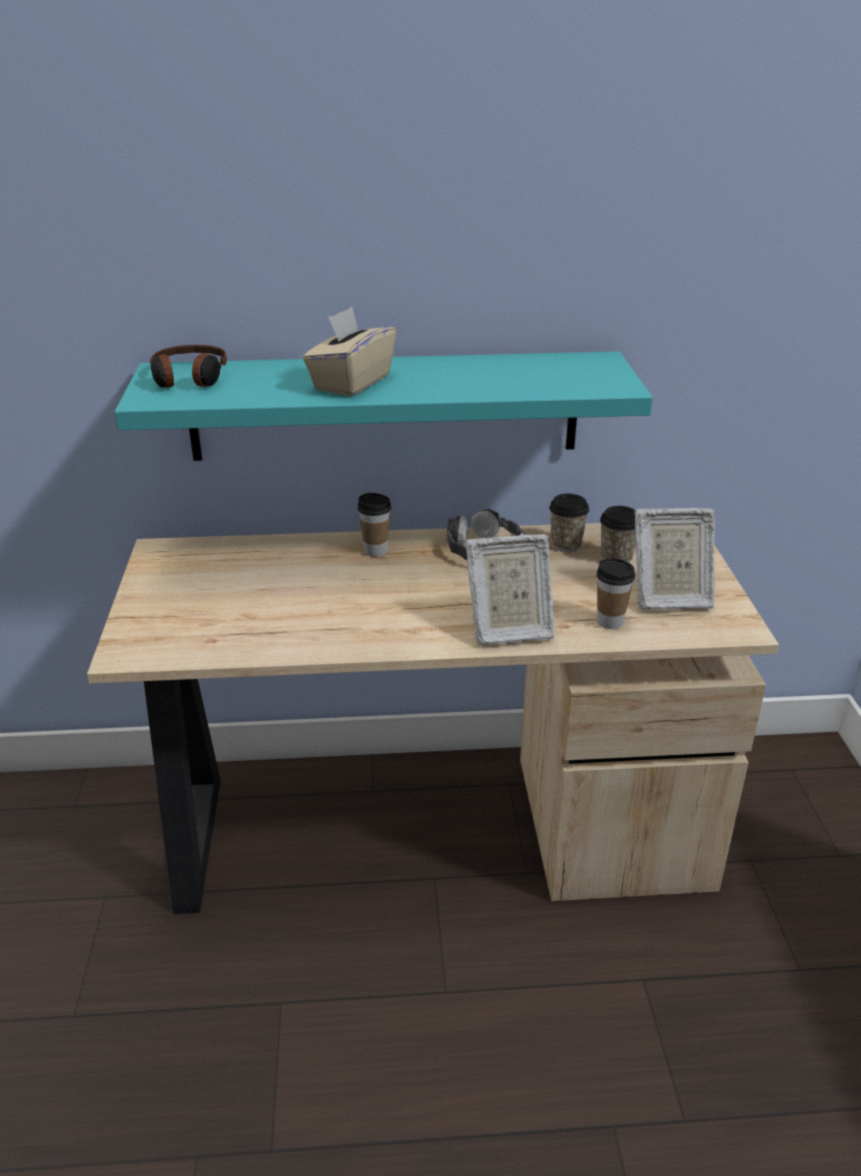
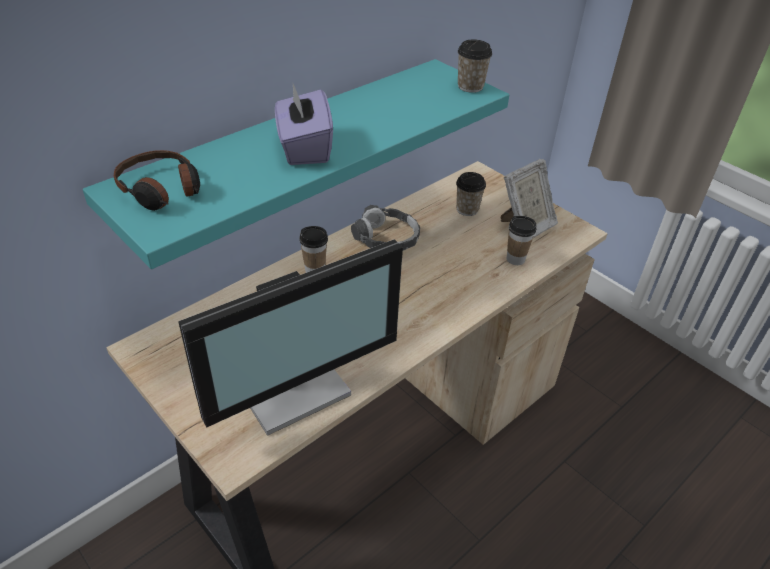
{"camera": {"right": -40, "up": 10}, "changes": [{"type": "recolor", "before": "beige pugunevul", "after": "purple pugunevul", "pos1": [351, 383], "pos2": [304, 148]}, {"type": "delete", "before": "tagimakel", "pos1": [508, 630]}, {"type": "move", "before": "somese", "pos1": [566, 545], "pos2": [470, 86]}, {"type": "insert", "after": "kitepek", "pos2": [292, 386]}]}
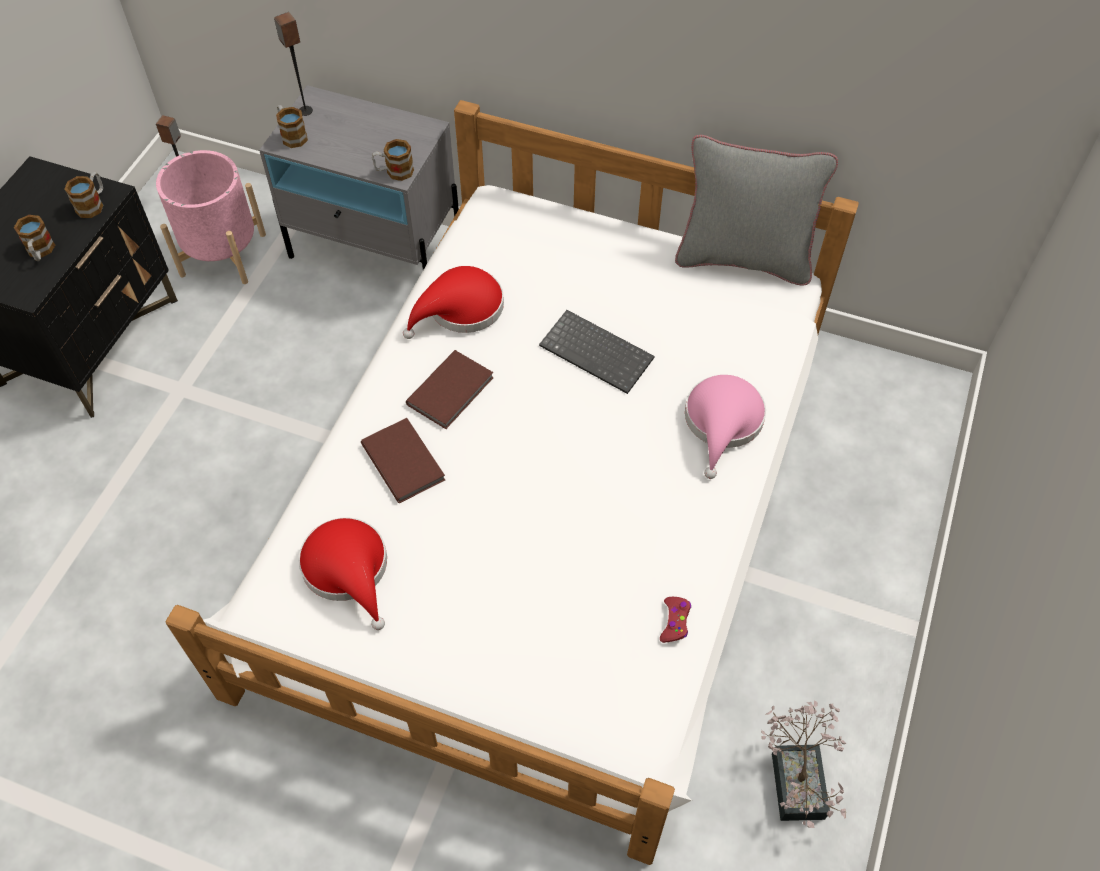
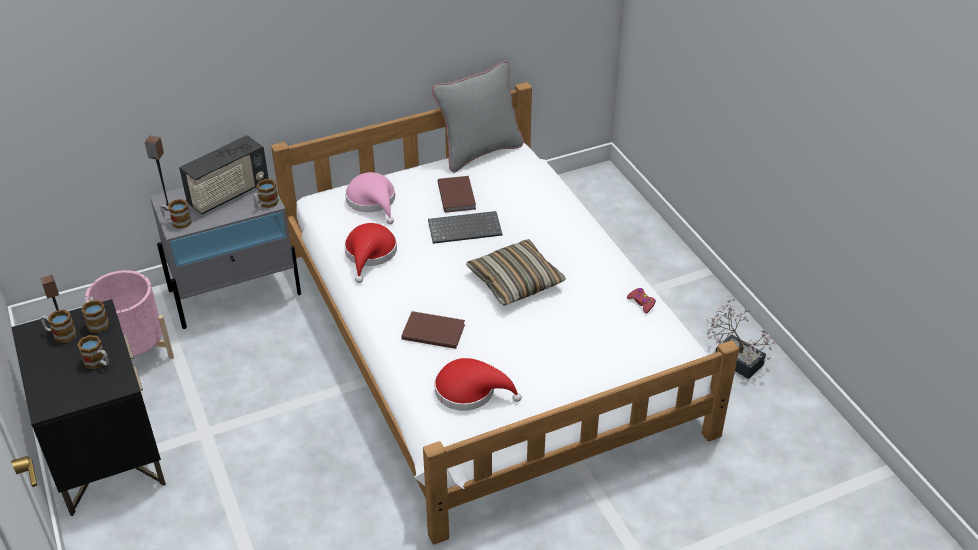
{"camera": {"right": -45, "up": -15}, "changes": [{"type": "move", "before": "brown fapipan", "pos1": [452, 391], "pos2": [457, 195]}, {"type": "move", "before": "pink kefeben", "pos1": [722, 423], "pos2": [373, 201]}, {"type": "insert", "after": "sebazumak", "pos2": [60, 334]}, {"type": "insert", "after": "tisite", "pos2": [228, 194]}, {"type": "insert", "after": "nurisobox", "pos2": [515, 281]}]}
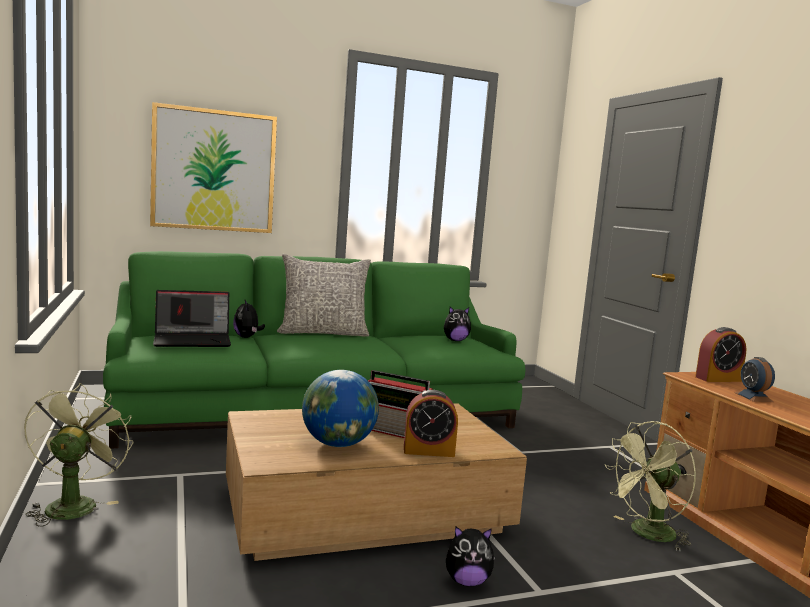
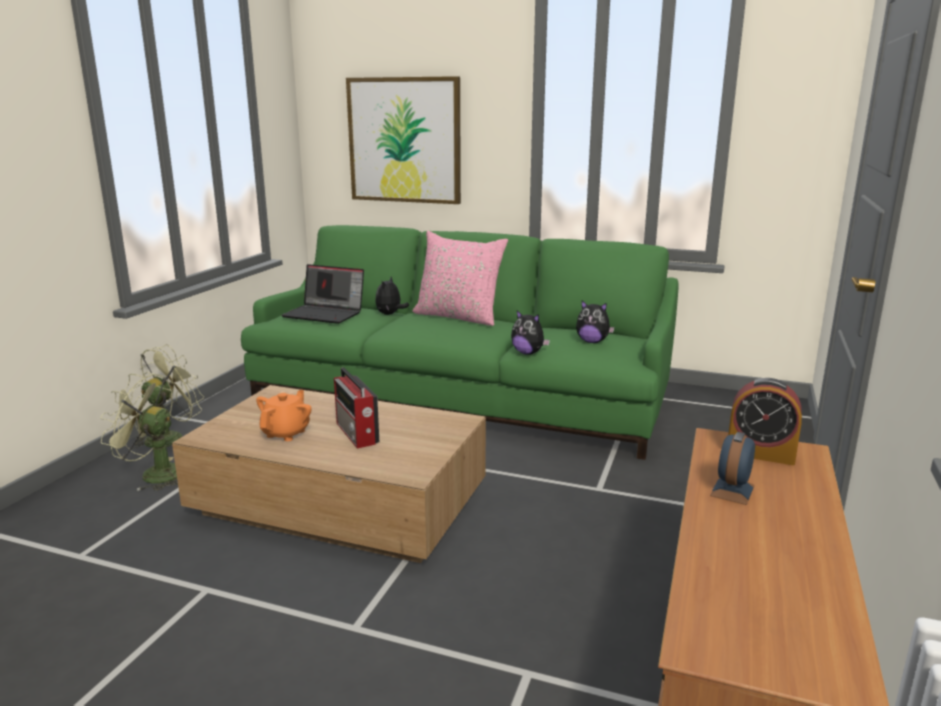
{"camera": {"right": 40, "up": 10}, "changes": [{"type": "recolor", "before": "grey nurisobox", "after": "pink nurisobox", "pos1": [323, 333], "pos2": [459, 317]}, {"type": "replace", "before": "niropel", "after": "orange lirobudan", "pos1": [338, 444], "pos2": [286, 433]}, {"type": "delete", "before": "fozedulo", "pos1": [428, 451]}, {"type": "move", "before": "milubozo", "pos1": [467, 581], "pos2": [528, 353]}, {"type": "move", "before": "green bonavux", "pos1": [647, 534], "pos2": [153, 474]}]}
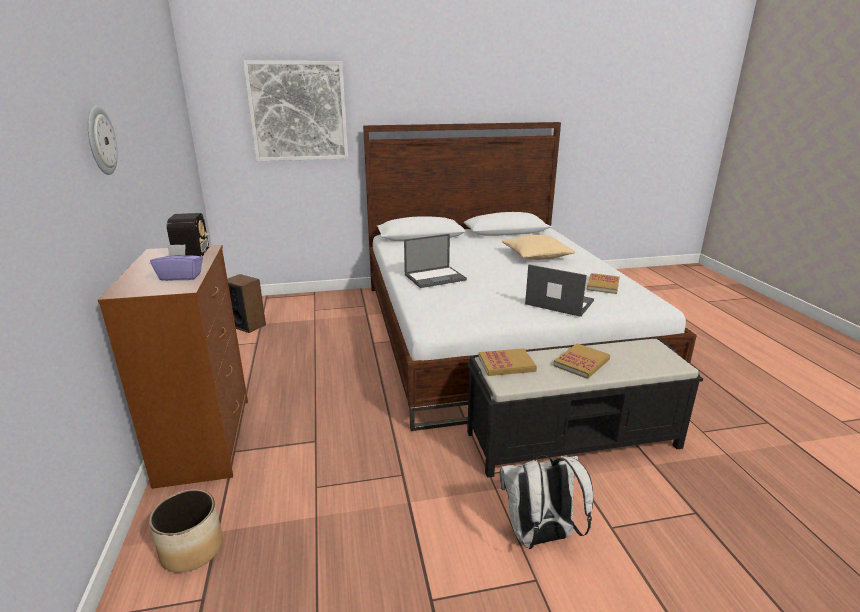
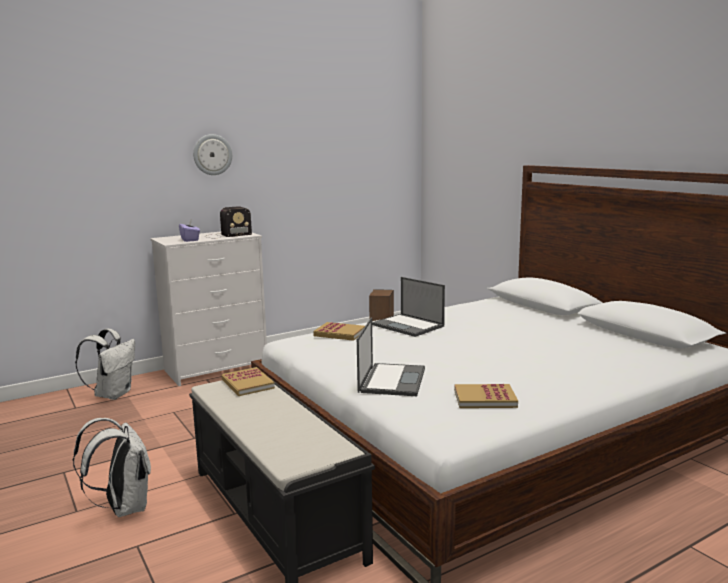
{"camera": {"right": 70, "up": -10}, "changes": [{"type": "recolor", "before": "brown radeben", "after": "white radeben", "pos1": [205, 439], "pos2": [217, 368]}, {"type": "replace", "before": "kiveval", "after": "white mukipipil", "pos1": [191, 549], "pos2": [113, 394]}, {"type": "delete", "before": "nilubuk", "pos1": [298, 111]}, {"type": "delete", "before": "beige nurisobox", "pos1": [536, 256]}, {"type": "move", "before": "fapipan", "pos1": [581, 363], "pos2": [339, 333]}]}
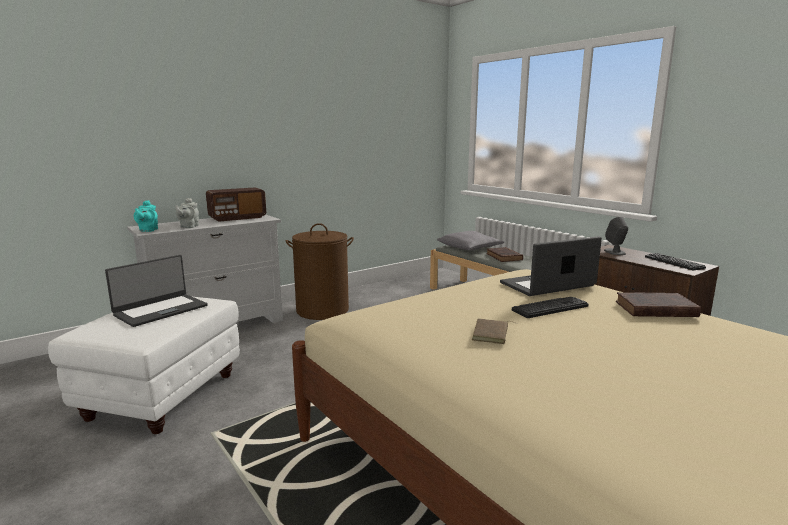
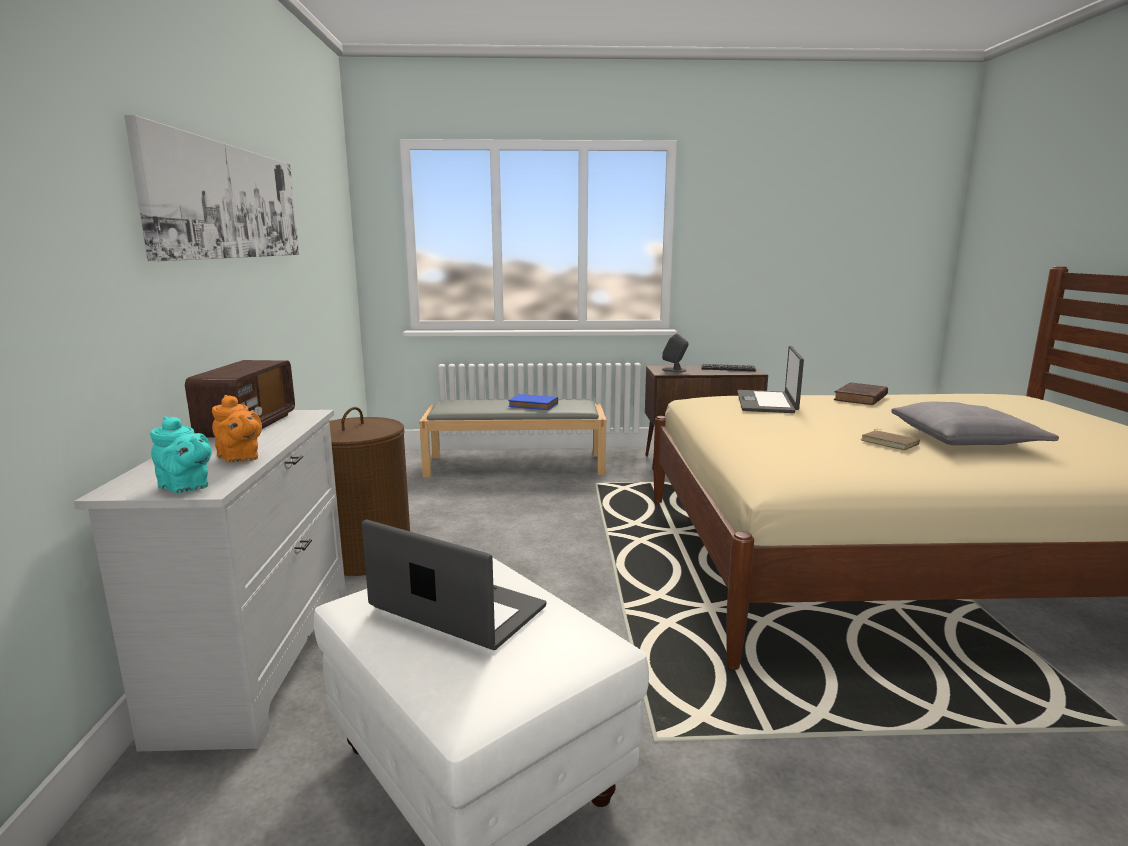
{"camera": {"right": -55, "up": 0}, "changes": [{"type": "rotate", "before": "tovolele", "pos1": [160, 310], "pos2": [456, 609], "turn": -45}, {"type": "recolor", "before": "grey lirobudan", "after": "orange lirobudan", "pos1": [188, 227], "pos2": [239, 458]}, {"type": "move", "before": "grey nurisobox", "pos1": [470, 248], "pos2": [966, 439]}, {"type": "recolor", "before": "brown fapipan", "after": "blue fapipan", "pos1": [504, 257], "pos2": [534, 405]}, {"type": "delete", "before": "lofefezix", "pos1": [550, 308]}, {"type": "insert", "after": "nilubuk", "pos2": [229, 202]}]}
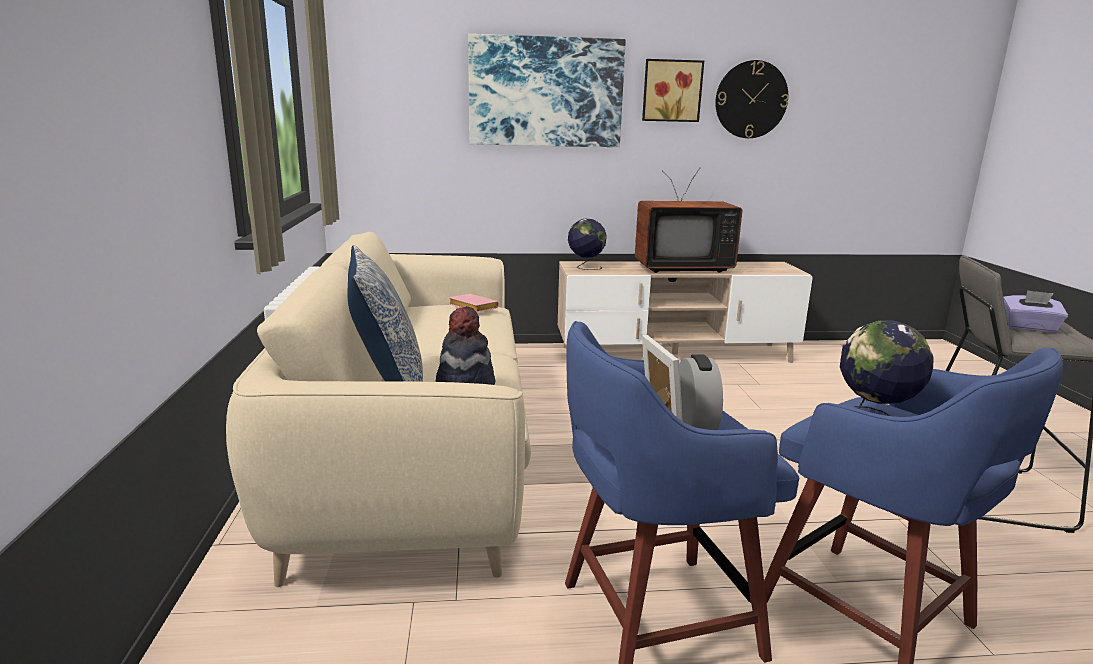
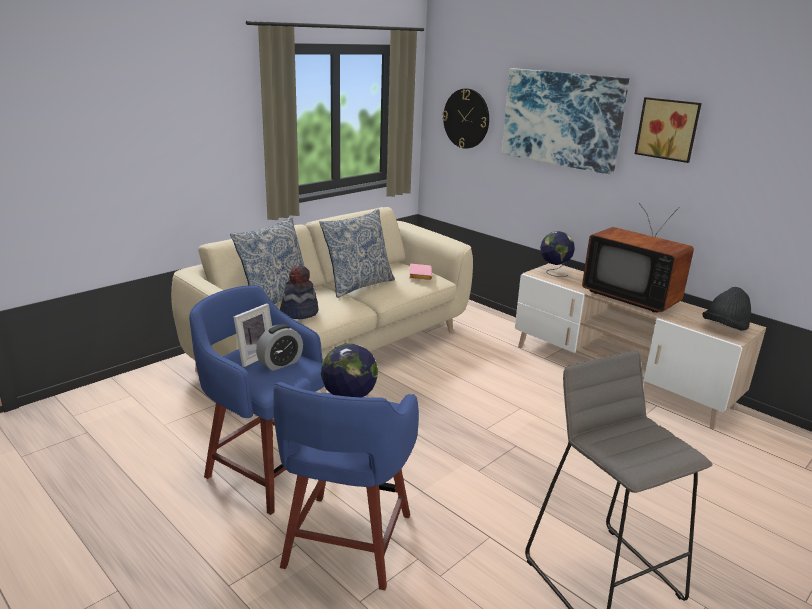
{"camera": {"right": 50, "up": 5}, "changes": [{"type": "move", "before": "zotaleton", "pos1": [751, 99], "pos2": [466, 118]}, {"type": "delete", "before": "purple pugunevul", "pos1": [1029, 327]}, {"type": "insert", "after": "nurisobox", "pos2": [358, 285]}, {"type": "insert", "after": "black kefeben", "pos2": [724, 328]}]}
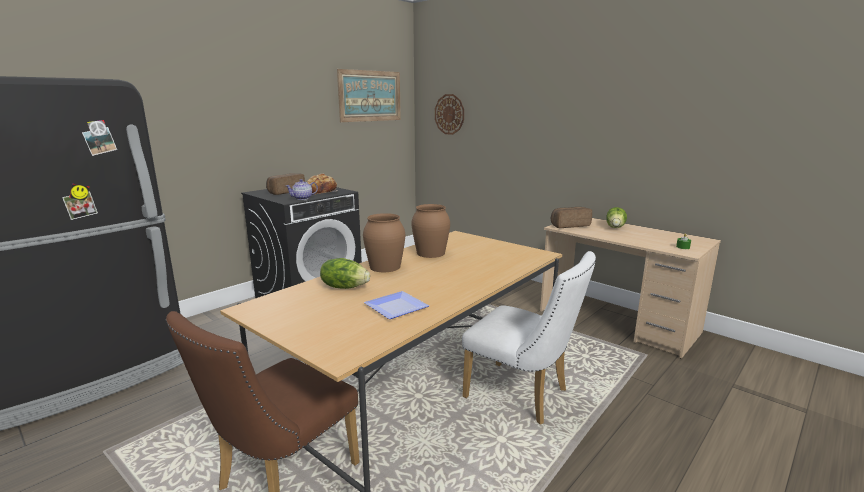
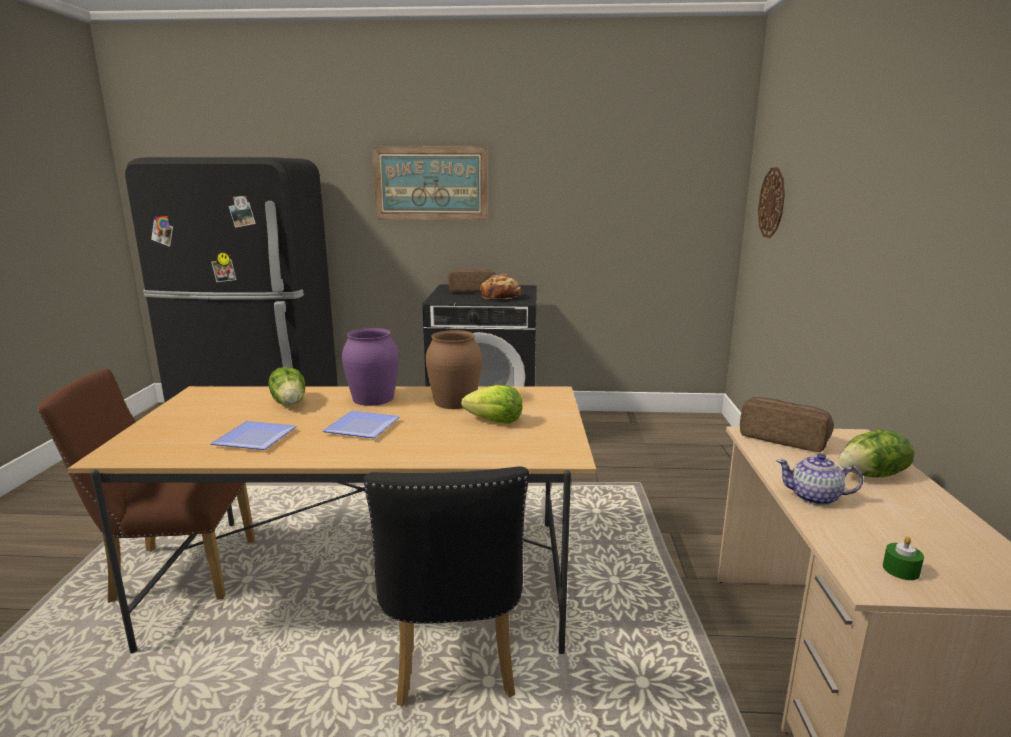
{"camera": {"right": 50, "up": 0}, "changes": [{"type": "move", "before": "lirobudan", "pos1": [303, 198], "pos2": [815, 497]}, {"type": "move", "before": "nilubuk", "pos1": [370, 96], "pos2": [430, 183]}, {"type": "recolor", "before": "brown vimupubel", "after": "purple vimupubel", "pos1": [385, 266], "pos2": [373, 398]}, {"type": "recolor", "before": "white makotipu", "after": "black makotipu", "pos1": [523, 396], "pos2": [453, 661]}, {"type": "insert", "after": "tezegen", "pos2": [365, 427]}, {"type": "insert", "after": "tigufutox", "pos2": [494, 421]}]}
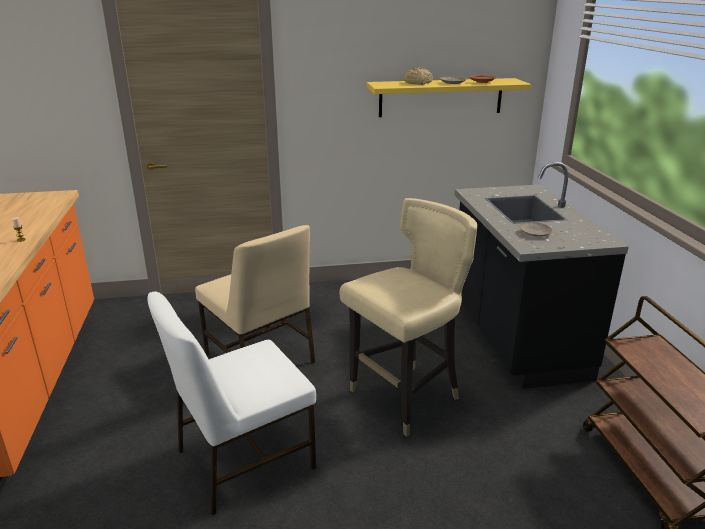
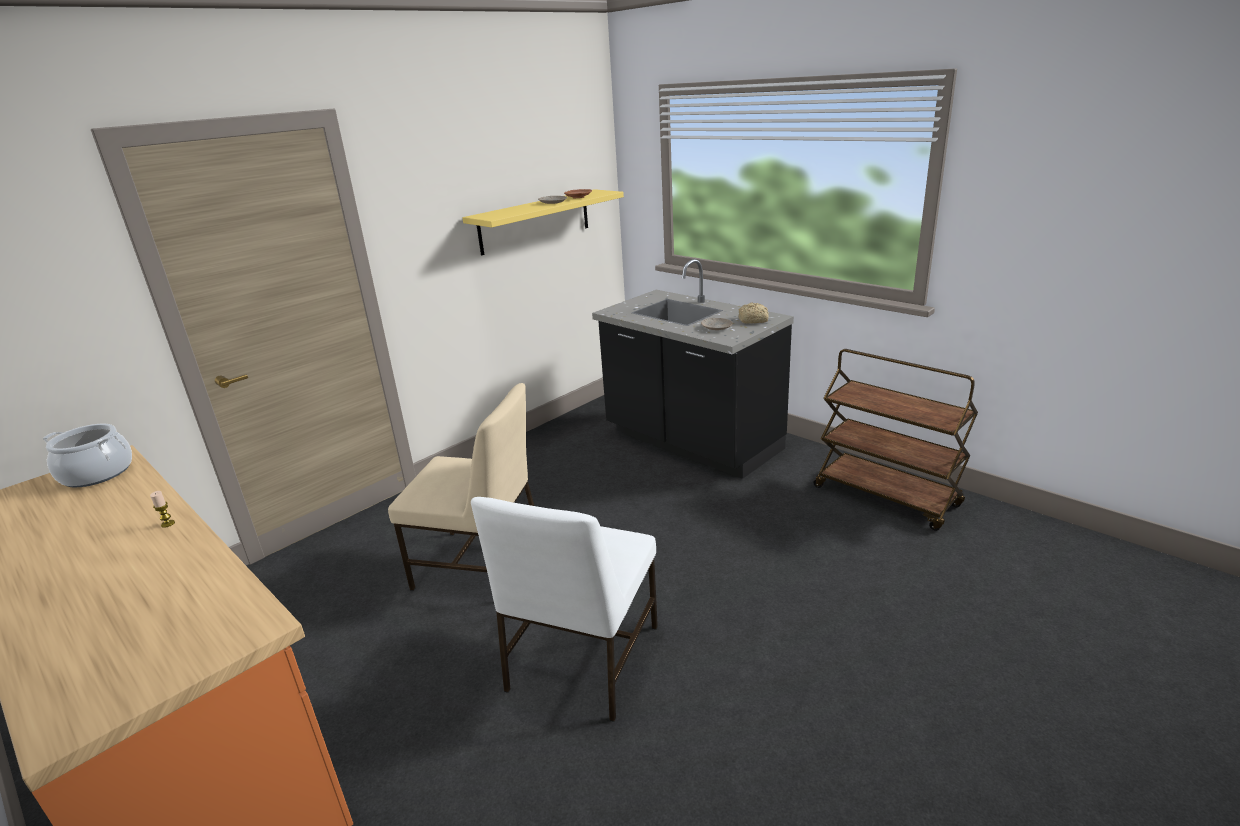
{"camera": {"right": -35, "up": 0}, "changes": [{"type": "delete", "before": "beige makotipu", "pos1": [405, 398]}, {"type": "move", "before": "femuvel", "pos1": [418, 83], "pos2": [754, 320]}, {"type": "insert", "after": "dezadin", "pos2": [97, 473]}]}
